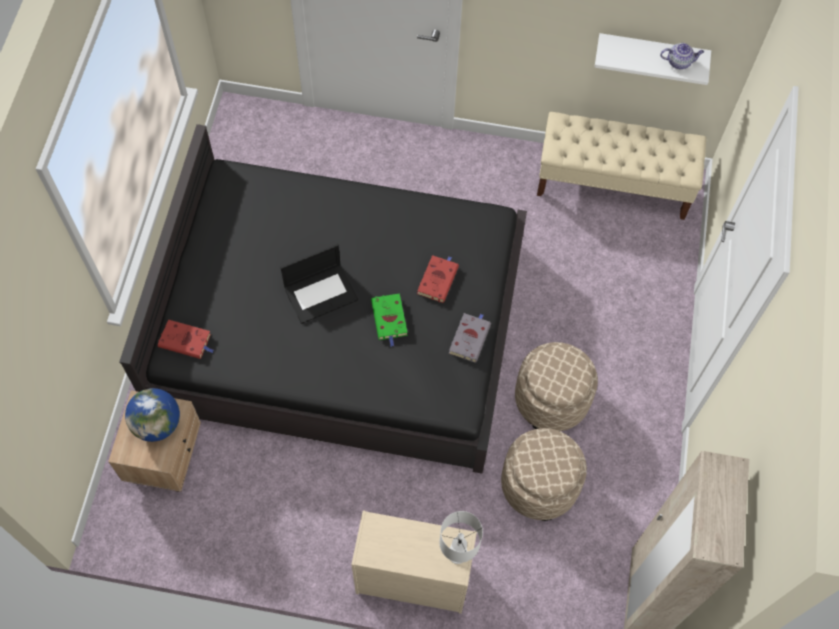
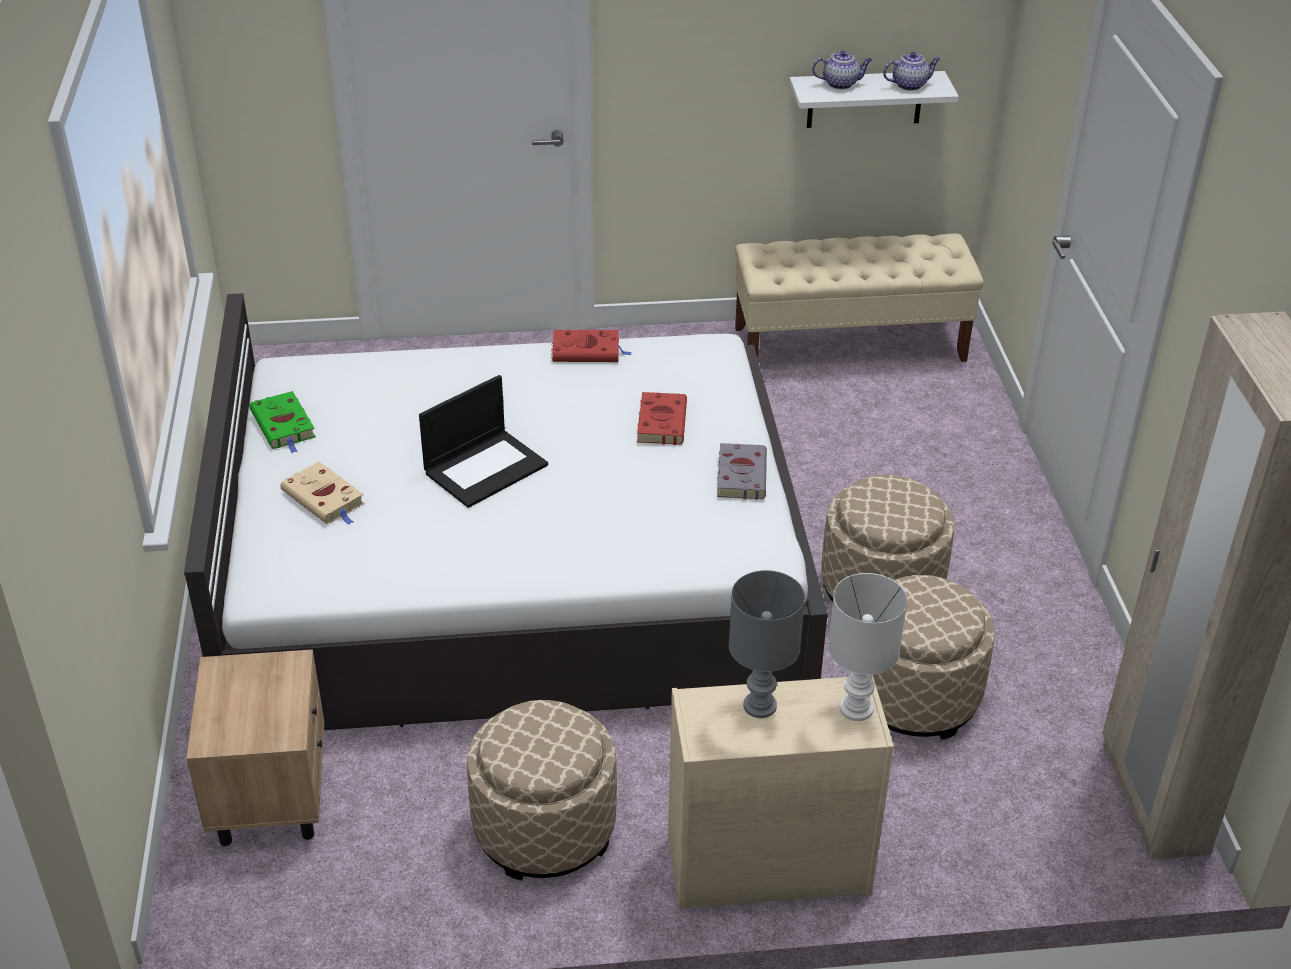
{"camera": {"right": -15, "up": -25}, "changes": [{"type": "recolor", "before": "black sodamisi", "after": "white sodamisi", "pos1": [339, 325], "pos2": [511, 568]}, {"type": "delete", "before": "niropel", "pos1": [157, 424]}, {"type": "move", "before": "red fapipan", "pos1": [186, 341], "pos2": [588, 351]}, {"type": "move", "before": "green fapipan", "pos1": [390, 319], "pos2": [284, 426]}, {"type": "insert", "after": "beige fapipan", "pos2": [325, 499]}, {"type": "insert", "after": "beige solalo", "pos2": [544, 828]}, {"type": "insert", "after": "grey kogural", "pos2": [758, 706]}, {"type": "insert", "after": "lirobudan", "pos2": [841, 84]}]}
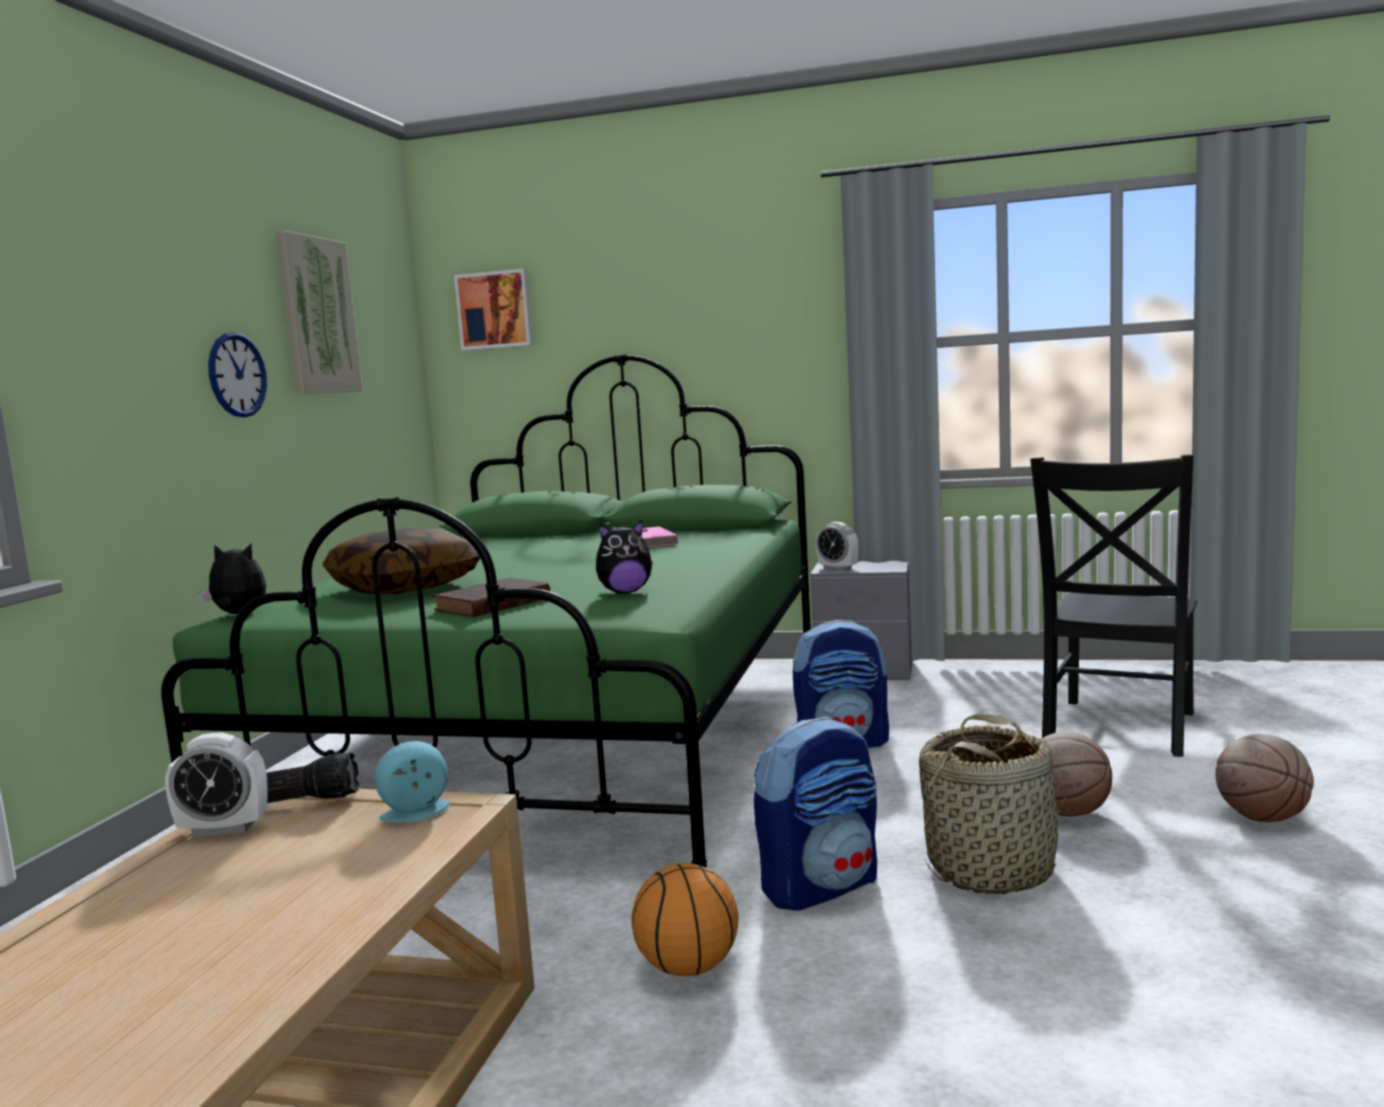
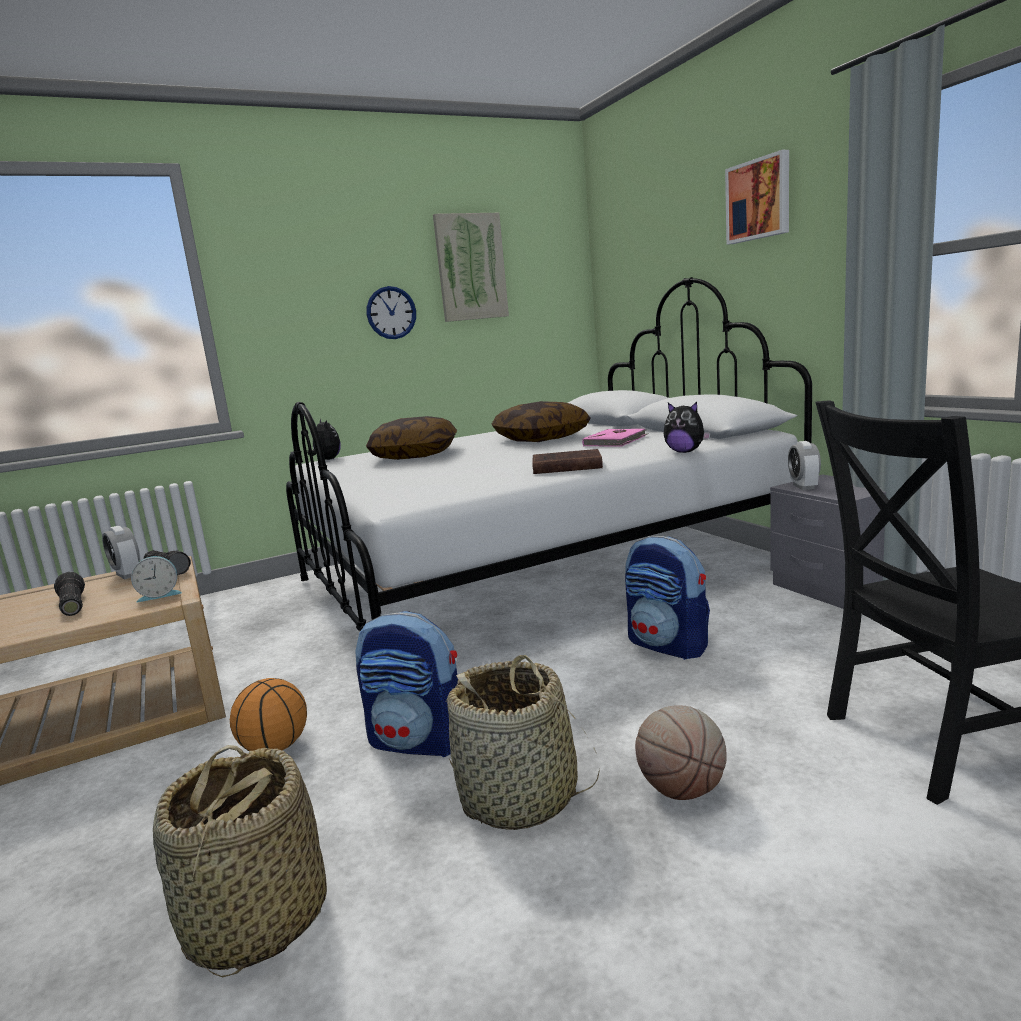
{"camera": {"right": 50, "up": 5}, "changes": [{"type": "recolor", "before": "green sodamisi", "after": "white sodamisi", "pos1": [565, 736], "pos2": [539, 575]}, {"type": "rotate", "before": "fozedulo", "pos1": [417, 813], "pos2": [159, 595], "turn": 135}, {"type": "move", "before": "brown fapipan", "pos1": [490, 605], "pos2": [564, 467]}, {"type": "move", "before": "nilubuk", "pos1": [495, 310], "pos2": [759, 199]}, {"type": "move", "before": "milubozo", "pos1": [625, 592], "pos2": [685, 452]}, {"type": "delete", "before": "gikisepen", "pos1": [1262, 818]}, {"type": "insert", "after": "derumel", "pos2": [71, 605]}, {"type": "insert", "after": "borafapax", "pos2": [255, 919]}, {"type": "insert", "after": "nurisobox", "pos2": [541, 438]}]}
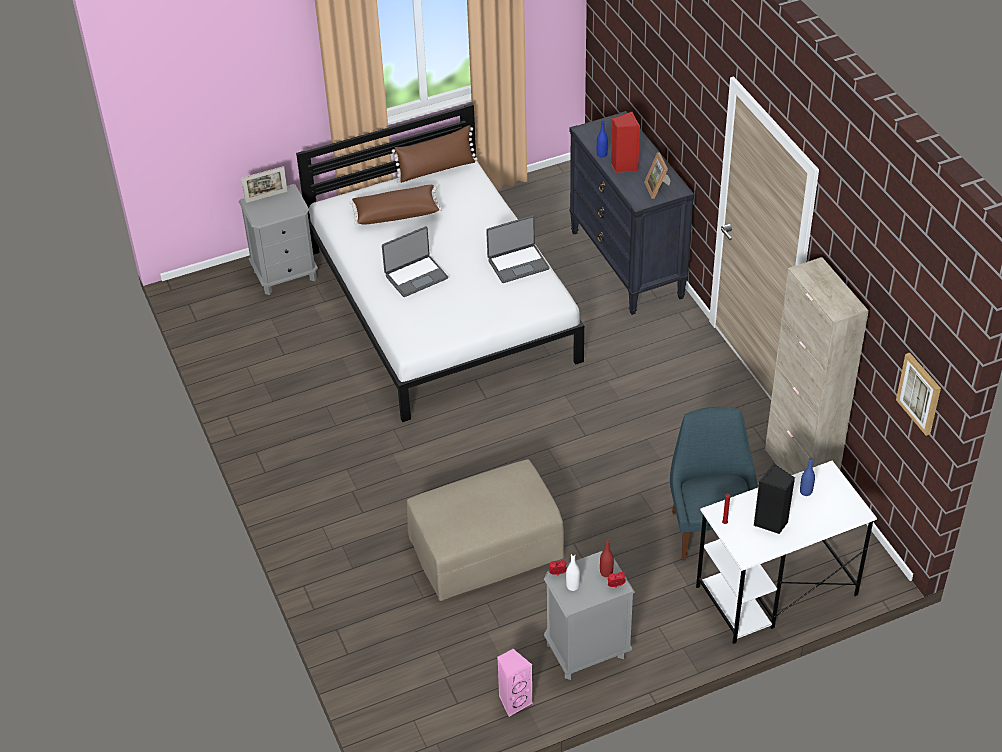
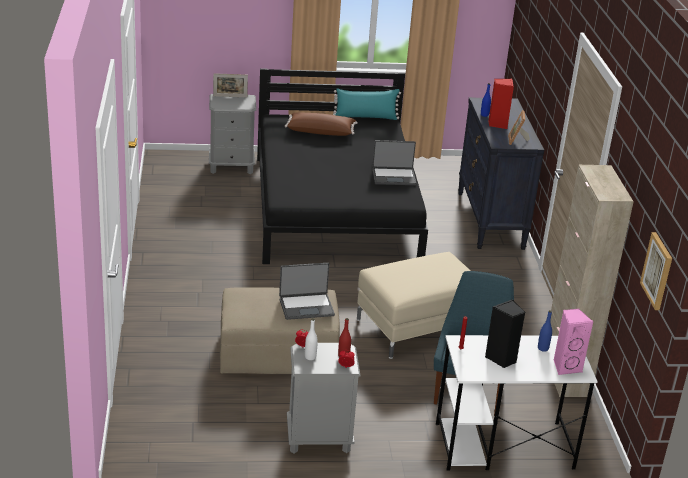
{"camera": {"right": 15, "up": -15}, "changes": [{"type": "recolor", "before": "white sodamisi", "after": "black sodamisi", "pos1": [442, 305], "pos2": [335, 208]}, {"type": "move", "before": "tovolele", "pos1": [416, 276], "pos2": [306, 306]}, {"type": "recolor", "before": "brown nurisobox", "after": "turquoise nurisobox", "pos1": [436, 169], "pos2": [365, 117]}, {"type": "move", "before": "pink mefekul", "pos1": [514, 701], "pos2": [566, 367]}, {"type": "insert", "after": "beige solalo", "pos2": [417, 328]}]}
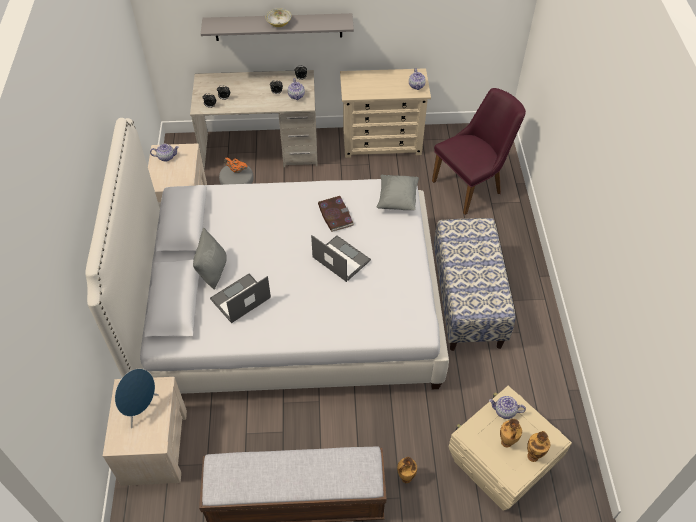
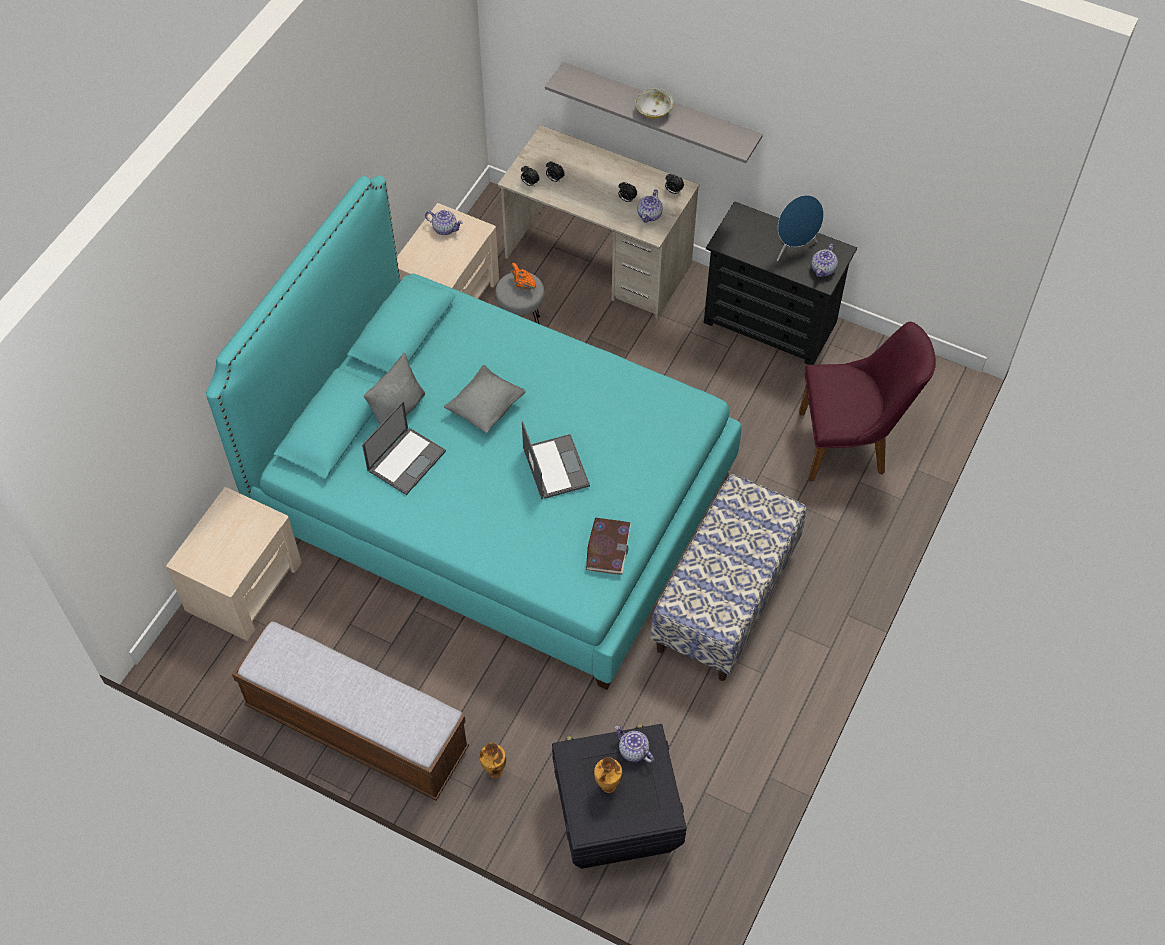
{"camera": {"right": 30, "up": 5}, "changes": [{"type": "recolor", "before": "white sodamisi", "after": "turquoise sodamisi", "pos1": [288, 308], "pos2": [493, 497]}, {"type": "move", "before": "blue mefekul", "pos1": [141, 408], "pos2": [794, 248]}, {"type": "rotate", "before": "tovolele", "pos1": [240, 299], "pos2": [407, 460], "turn": 135}, {"type": "move", "before": "fapipan", "pos1": [335, 215], "pos2": [607, 547]}, {"type": "recolor", "before": "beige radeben", "after": "black radeben", "pos1": [382, 142], "pos2": [770, 323]}, {"type": "move", "before": "grey nurisobox", "pos1": [397, 199], "pos2": [486, 408]}, {"type": "recolor", "before": "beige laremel", "after": "black laremel", "pos1": [499, 465], "pos2": [615, 816]}, {"type": "delete", "before": "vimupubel", "pos1": [533, 455]}]}
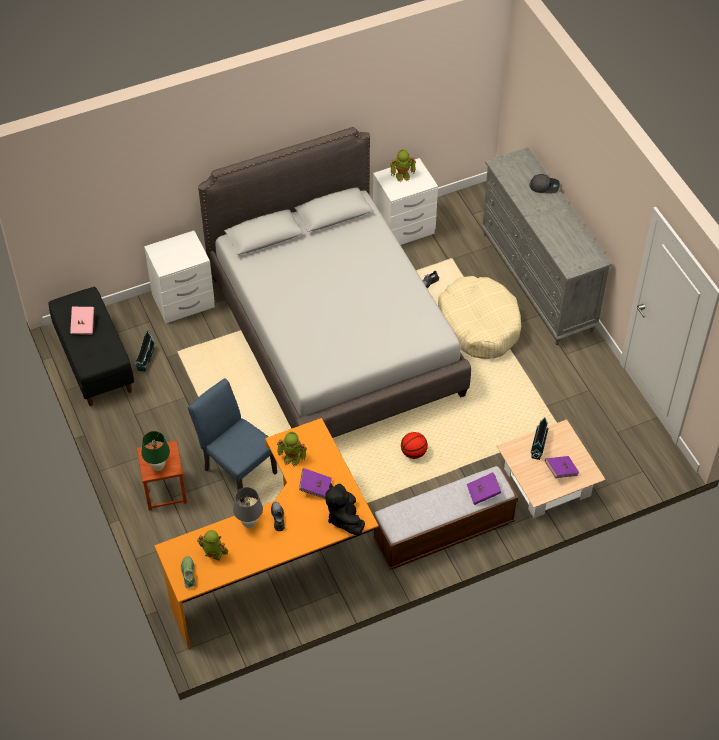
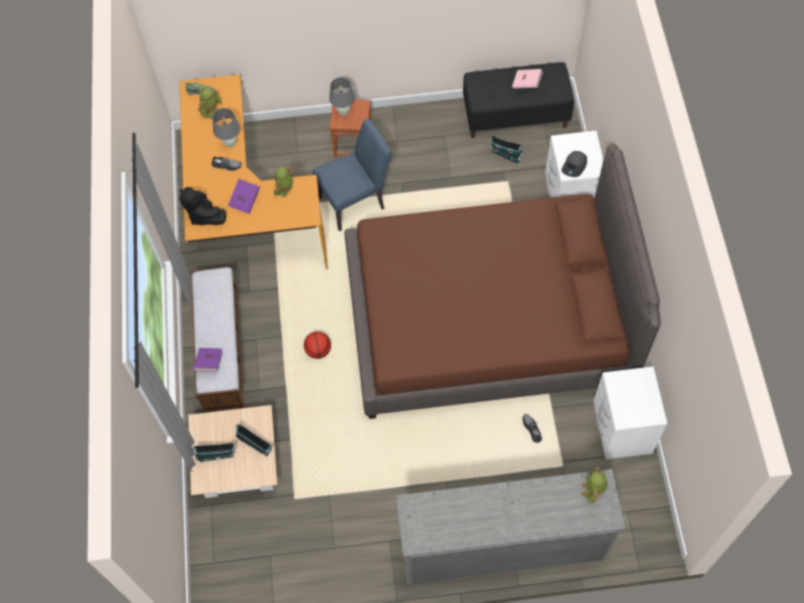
{"camera": {"right": 110, "up": 10}, "changes": [{"type": "recolor", "before": "green kogural", "after": "grey kogural", "pos1": [158, 466], "pos2": [343, 111]}, {"type": "recolor", "before": "grey sodamisi", "after": "brown sodamisi", "pos1": [335, 334], "pos2": [487, 320]}, {"type": "rotate", "before": "black milubozo", "pos1": [344, 518], "pos2": [204, 215], "turn": -135}, {"type": "move", "before": "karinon", "pos1": [402, 175], "pos2": [593, 491]}, {"type": "delete", "before": "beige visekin", "pos1": [479, 325]}, {"type": "move", "before": "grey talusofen", "pos1": [544, 186], "pos2": [574, 166]}, {"type": "replace", "before": "purple fapipan", "after": "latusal", "pos1": [561, 471], "pos2": [217, 455]}]}
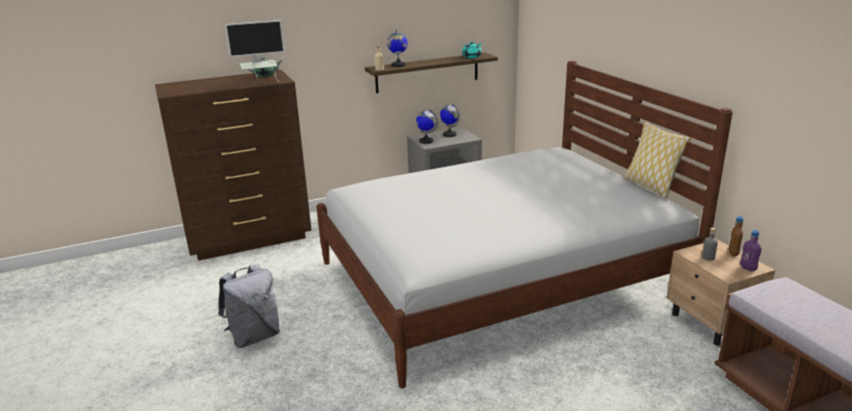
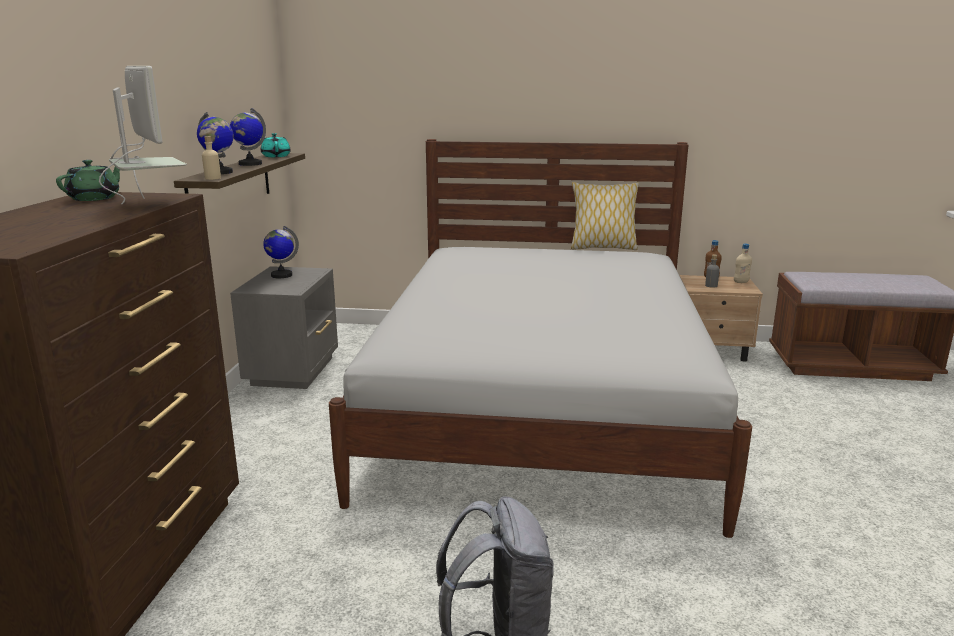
{"camera": {"right": -60, "up": -5}, "changes": [{"type": "rotate", "before": "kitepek", "pos1": [261, 83], "pos2": [150, 204], "turn": -45}, {"type": "move", "before": "niropel", "pos1": [426, 141], "pos2": [250, 164]}, {"type": "recolor", "before": "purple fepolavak", "after": "beige fepolavak", "pos1": [748, 268], "pos2": [741, 282]}]}
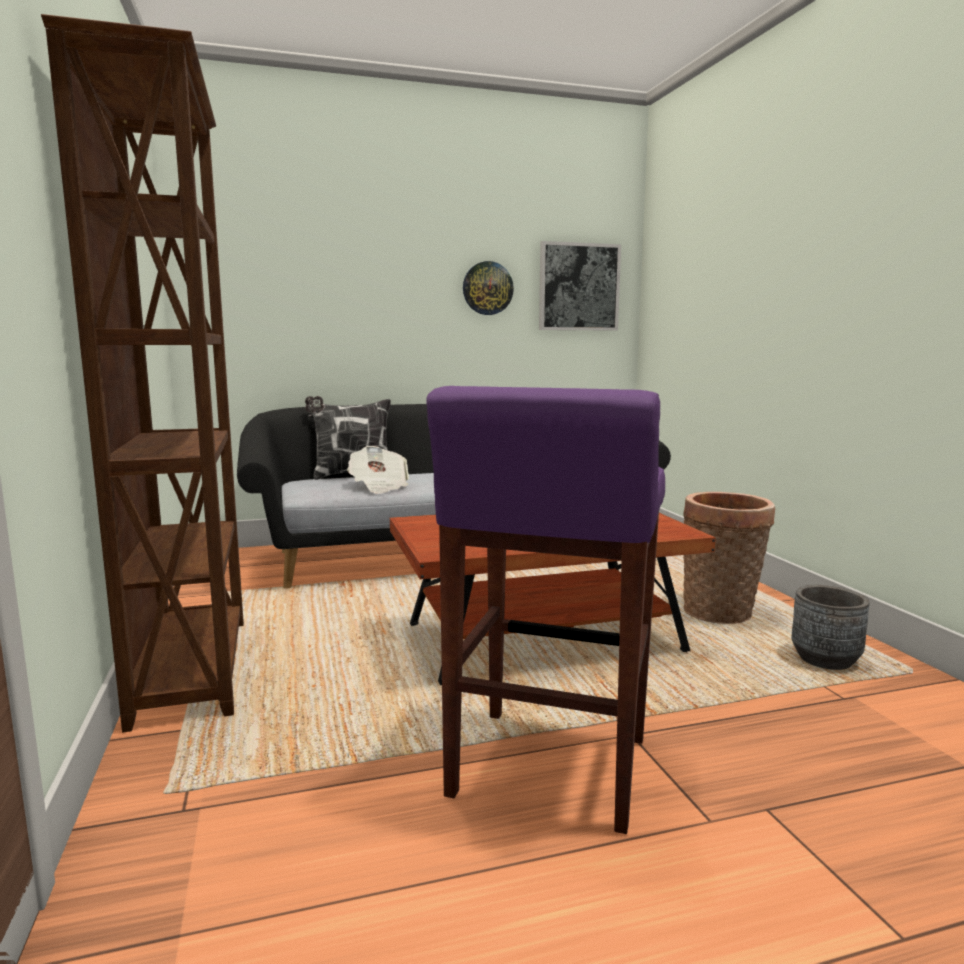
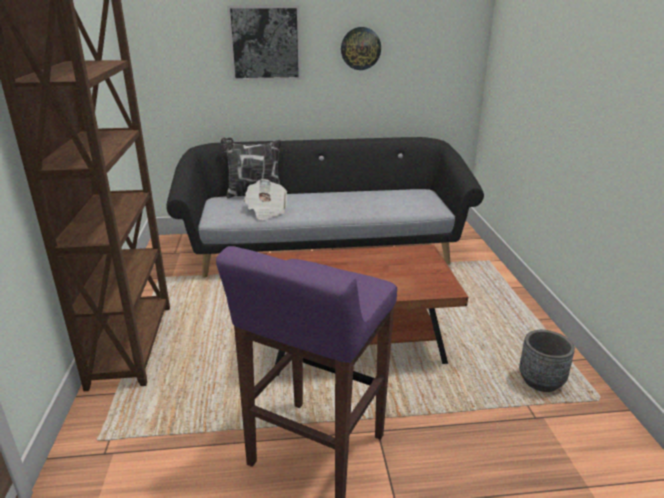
{"camera": {"right": 10, "up": 15}, "changes": [{"type": "move", "before": "nilubuk", "pos1": [578, 287], "pos2": [265, 43]}, {"type": "delete", "before": "borafapax", "pos1": [721, 614]}]}
